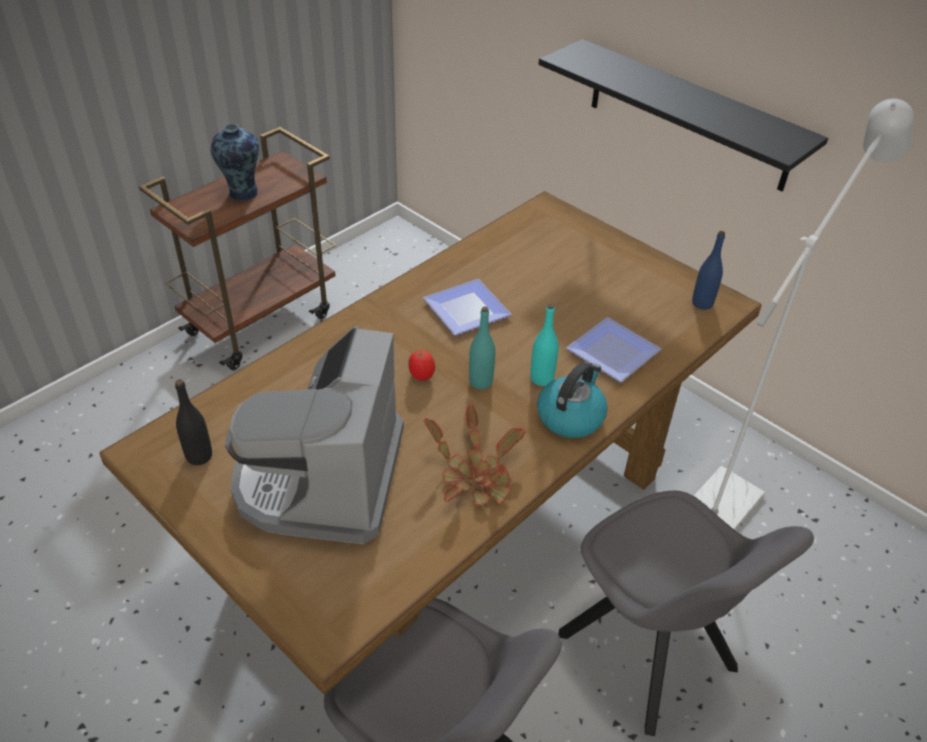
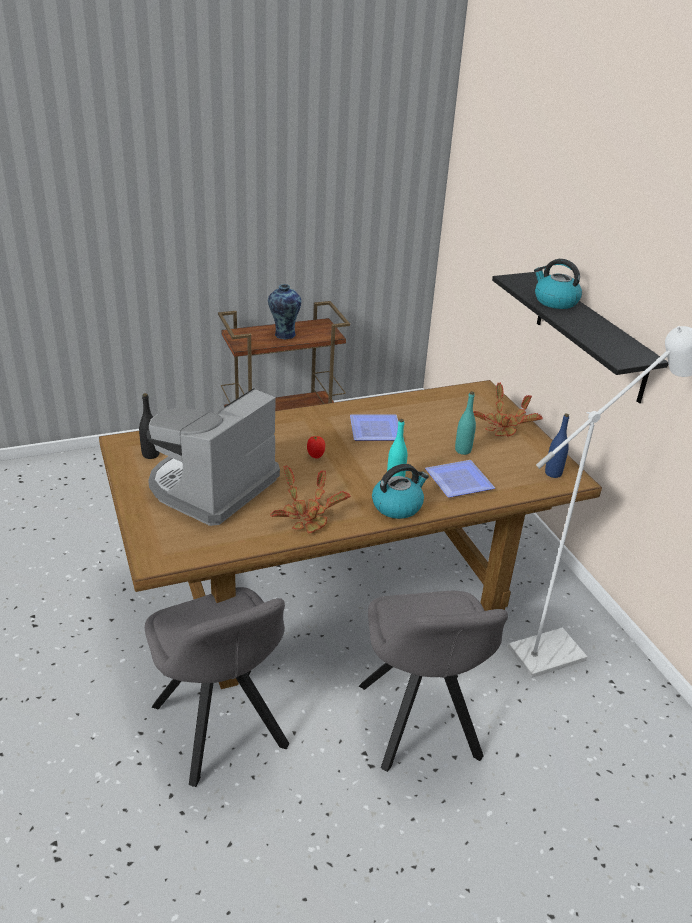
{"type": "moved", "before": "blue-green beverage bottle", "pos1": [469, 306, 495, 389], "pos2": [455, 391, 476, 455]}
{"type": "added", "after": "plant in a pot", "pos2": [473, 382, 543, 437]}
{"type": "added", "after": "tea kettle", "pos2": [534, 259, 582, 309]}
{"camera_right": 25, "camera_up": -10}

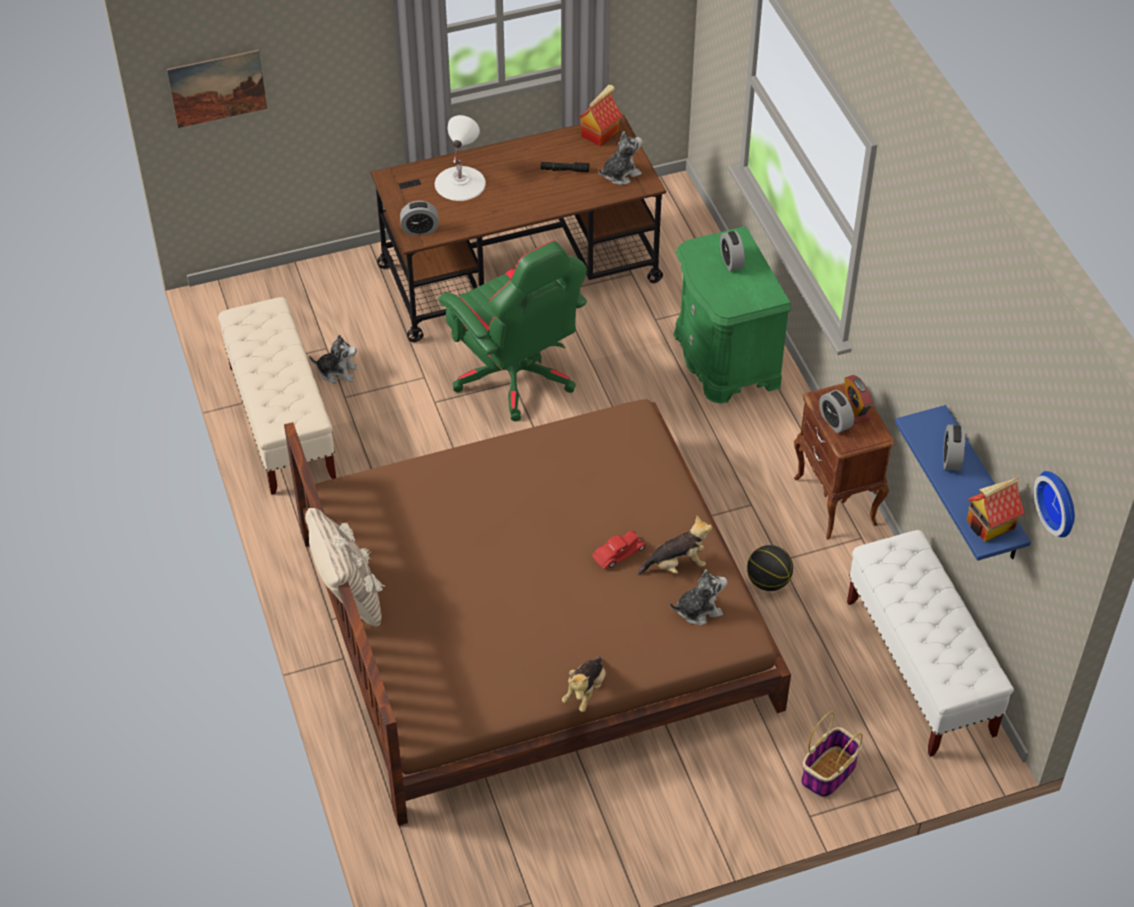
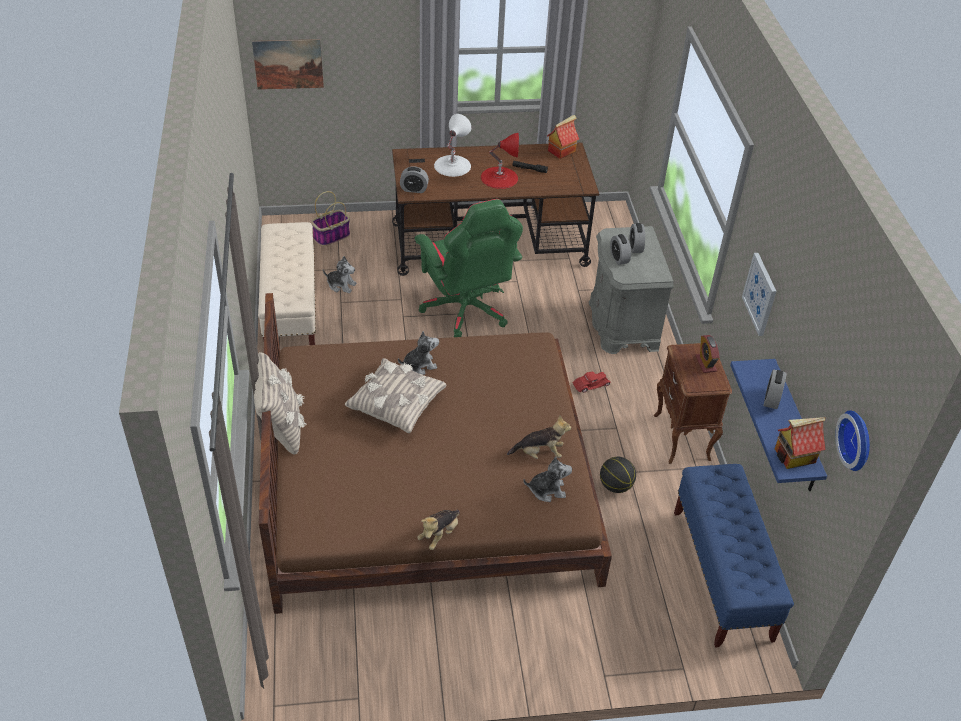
{"type": "moved", "before": "red-coloured miniature car", "pos1": [592, 531, 646, 569], "pos2": [573, 372, 611, 393]}
{"type": "moved", "before": "cuddly toy", "pos1": [598, 131, 642, 185], "pos2": [398, 331, 439, 375]}
{"type": "recoloured", "before": "green bedside table", "after": "greyish bedside table", "pos1": [674, 226, 791, 404], "pos2": [589, 226, 674, 354]}
{"type": "moved", "before": "household basket", "pos1": [801, 711, 863, 798], "pos2": [311, 191, 350, 246]}
{"type": "moved", "before": "table clock", "pos1": [819, 390, 854, 433], "pos2": [610, 234, 631, 265]}
{"type": "recoloured", "before": "white bench", "after": "bluish bench", "pos1": [847, 530, 1014, 757], "pos2": [674, 464, 794, 648]}
{"type": "added", "after": "beige-coloured cushion", "pos2": [345, 358, 447, 433]}
{"type": "added", "after": "red-coloured tabletop lamp", "pos2": [481, 133, 519, 189]}
{"type": "added", "after": "wall picture", "pos2": [742, 253, 777, 336]}
{"camera_right": 10, "camera_up": -5}

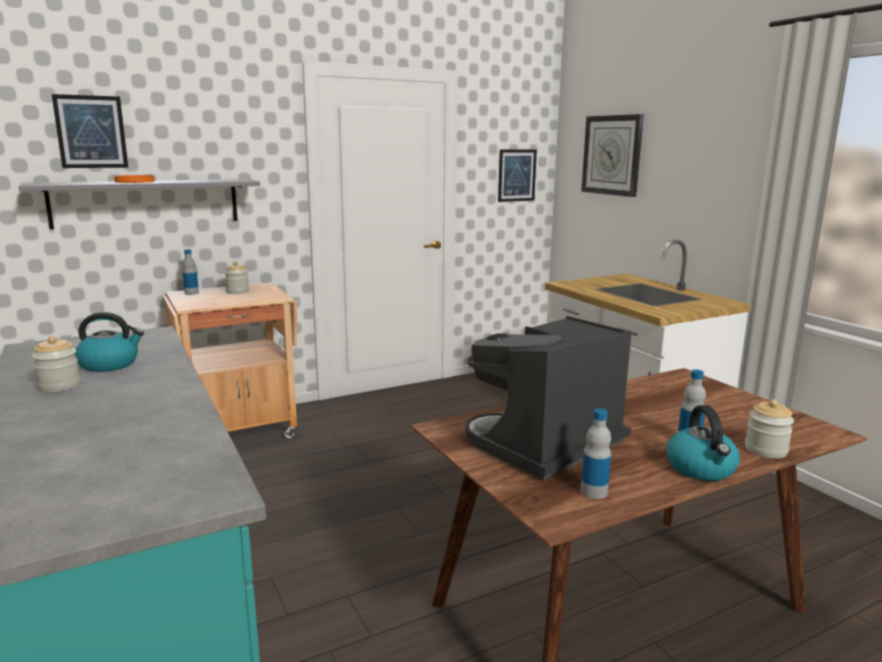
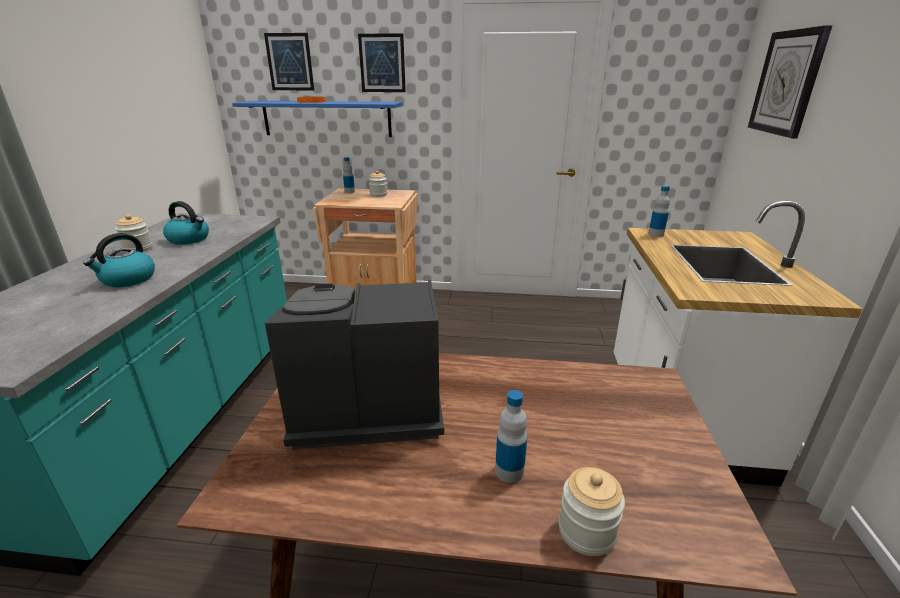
{"type": "recoloured", "before": "greyish wall shelf", "after": "bluish wall shelf", "pos1": [18, 179, 260, 229], "pos2": [232, 101, 402, 137]}
{"type": "moved", "before": "wall picture", "pos1": [498, 149, 537, 202], "pos2": [358, 33, 406, 92]}
{"type": "moved", "before": "beverage bottle", "pos1": [581, 408, 611, 499], "pos2": [648, 185, 670, 237]}
{"type": "moved", "before": "tea kettle", "pos1": [666, 405, 740, 481], "pos2": [83, 233, 155, 287]}
{"camera_right": 35, "camera_up": 10}

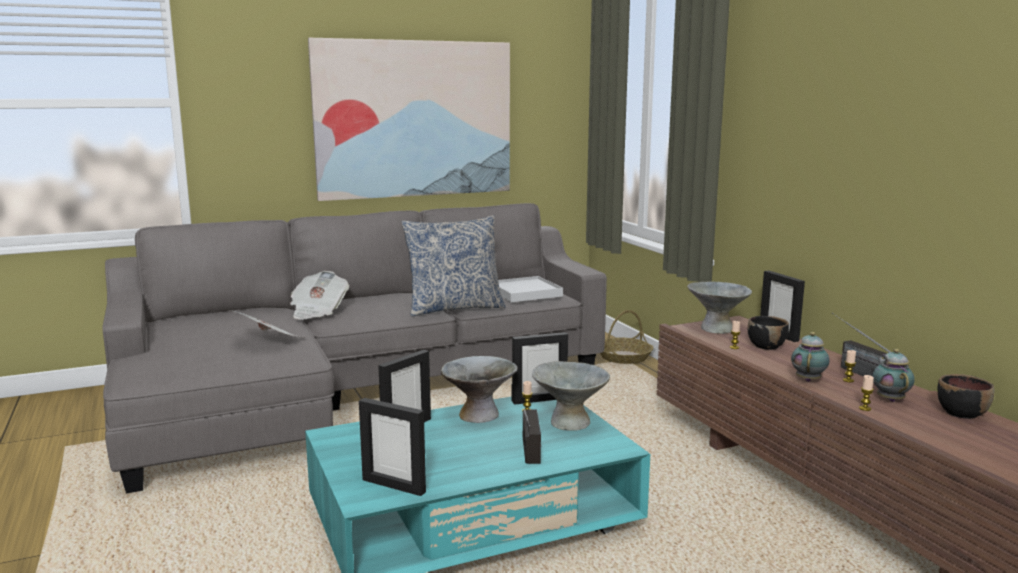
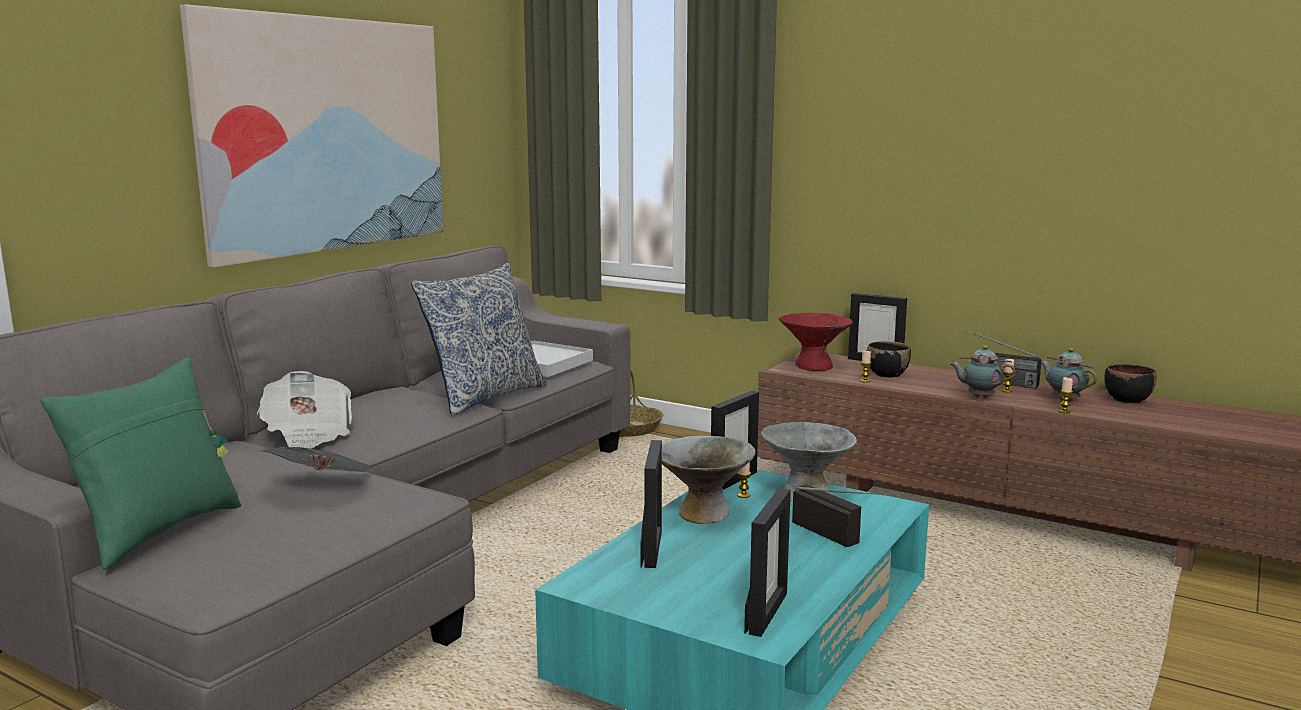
{"type": "turned", "before": "photo frame", "pos1": [359, 398, 426, 496], "pos2": [744, 488, 791, 637], "turn": -60}
{"type": "recoloured", "before": "greyish serving bowl", "after": "red-coloured serving bowl", "pos1": [687, 281, 752, 334], "pos2": [779, 313, 853, 371]}
{"type": "turned", "before": "pot for tea", "pos1": [791, 332, 830, 382], "pos2": [949, 345, 1016, 398], "turn": -60}
{"type": "added", "after": "green cushion", "pos2": [40, 357, 241, 570]}
{"camera_right": -35, "camera_up": 0}

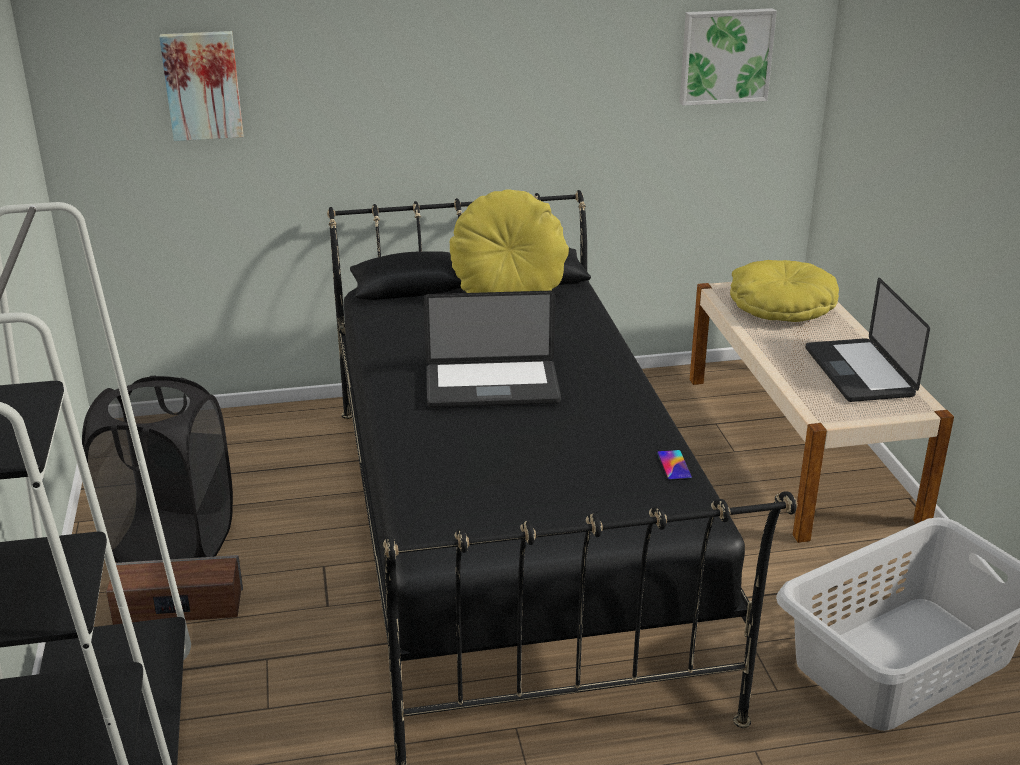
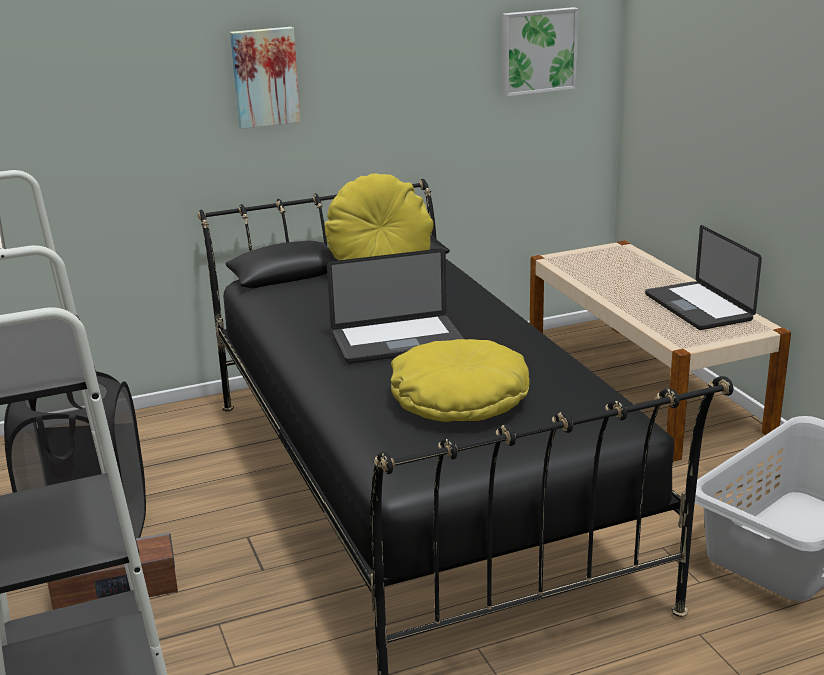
{"type": "moved", "before": "wall picture", "pos1": [159, 31, 243, 141], "pos2": [230, 27, 300, 129]}
{"type": "removed", "before": "handset", "pos1": [657, 450, 692, 480]}
{"type": "moved", "before": "yellow-coloured cushion", "pos1": [730, 260, 839, 322], "pos2": [391, 339, 530, 422]}
{"camera_right": -10, "camera_up": -5}

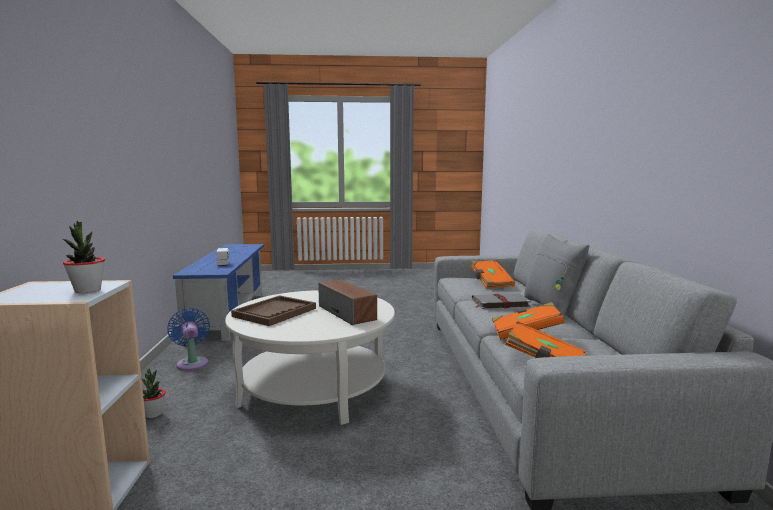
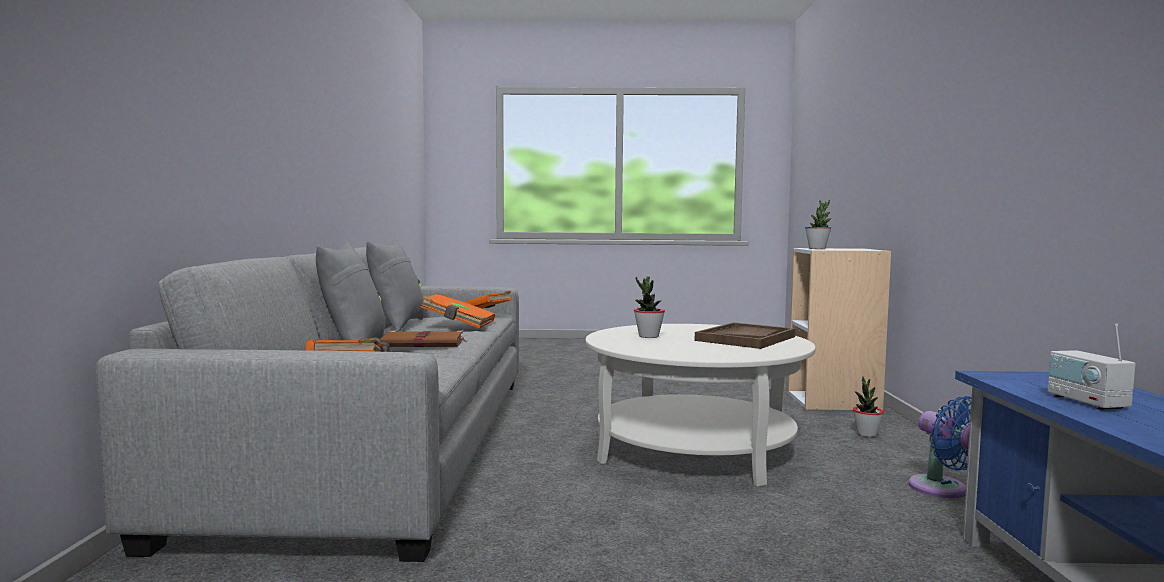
{"type": "replaced", "before": "audio speaker", "after": "plant in a pot", "pos1": [318, 280, 377, 325], "pos2": [634, 277, 665, 338]}
{"type": "recoloured", "before": "greyish volume", "after": "brown volume", "pos1": [472, 293, 531, 309], "pos2": [379, 331, 468, 347]}
{"type": "added", "after": "greyish cushion", "pos2": [366, 239, 424, 331]}
{"camera_right": -175, "camera_up": -5}

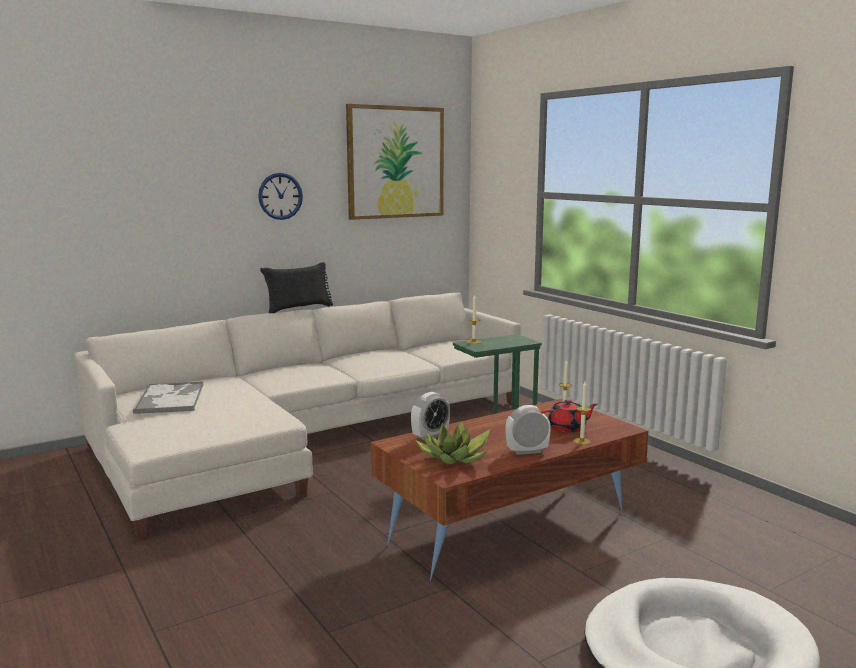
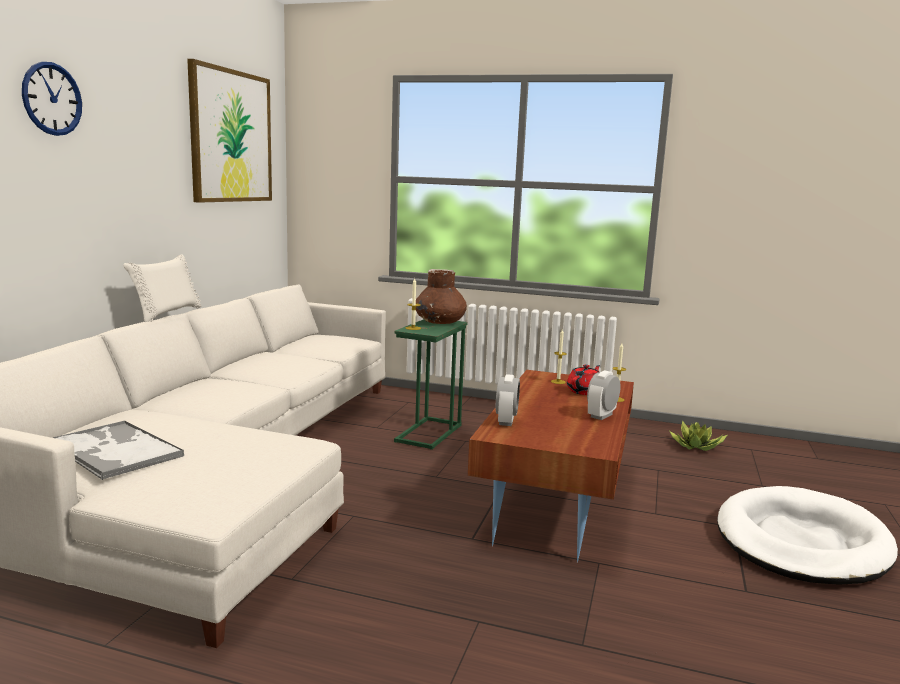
{"type": "moved", "before": "clock on the wall", "pos1": [258, 173, 303, 220], "pos2": [22, 62, 82, 136]}
{"type": "recoloured", "before": "black cushion", "after": "white cushion", "pos1": [260, 262, 333, 313], "pos2": [123, 255, 201, 322]}
{"type": "moved", "before": "plant in a pot", "pos1": [416, 422, 490, 464], "pos2": [670, 420, 727, 451]}
{"type": "added", "after": "brown vase", "pos2": [416, 269, 467, 324]}
{"camera_right": -40, "camera_up": 0}

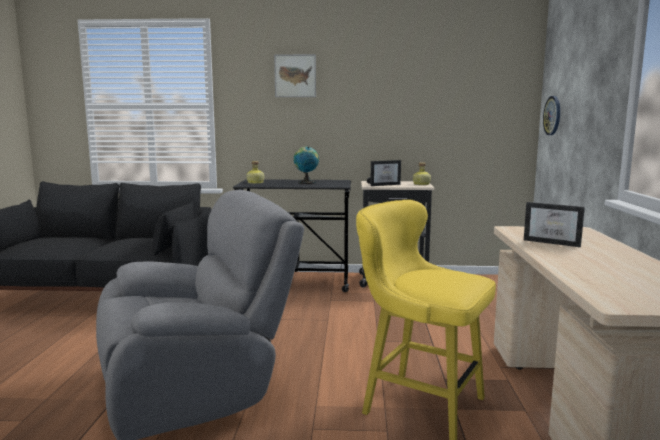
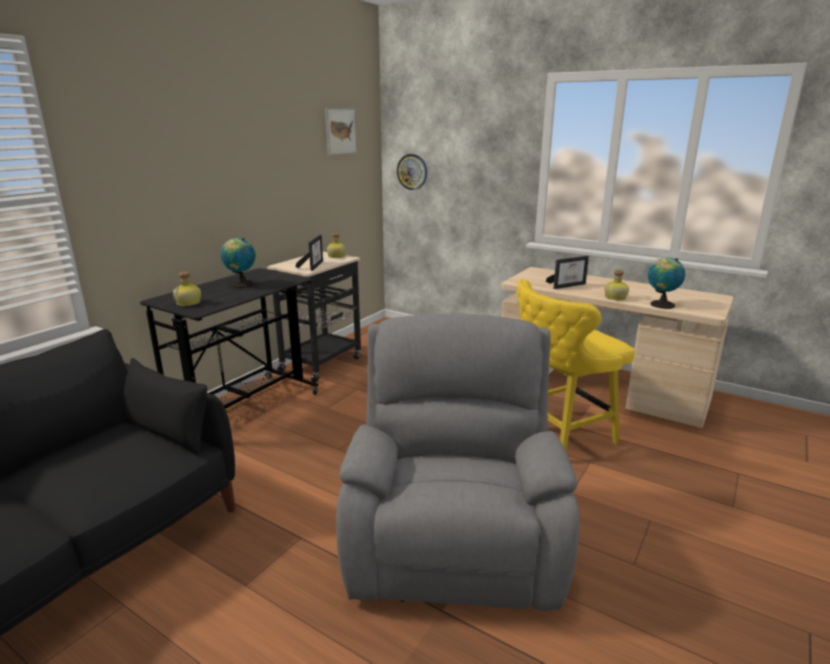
{"type": "moved", "before": "wall picture", "pos1": [274, 54, 316, 97], "pos2": [325, 107, 357, 156]}
{"type": "added", "after": "beverage bottle", "pos2": [605, 270, 629, 300]}
{"type": "added", "after": "desk globe", "pos2": [648, 257, 685, 309]}
{"camera_right": -60, "camera_up": 10}

